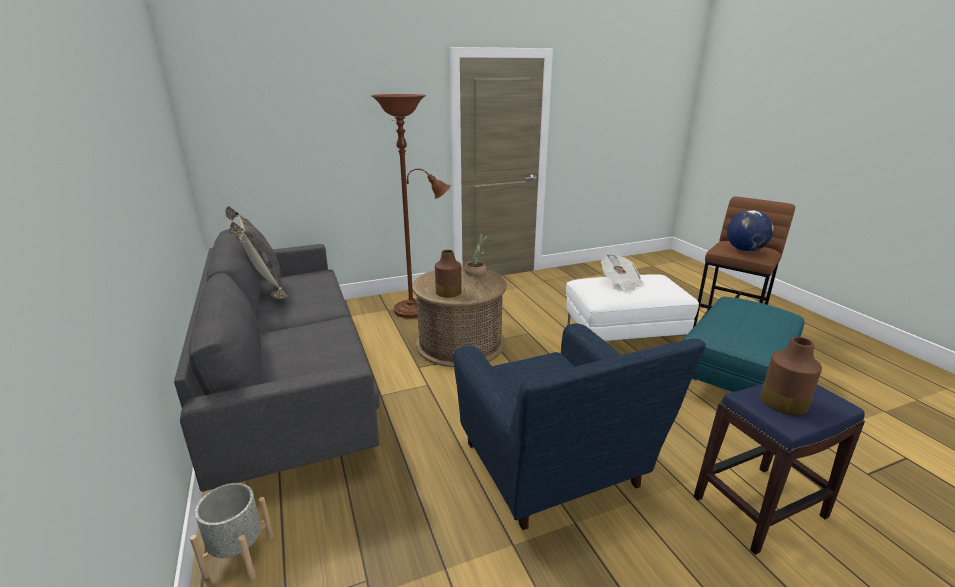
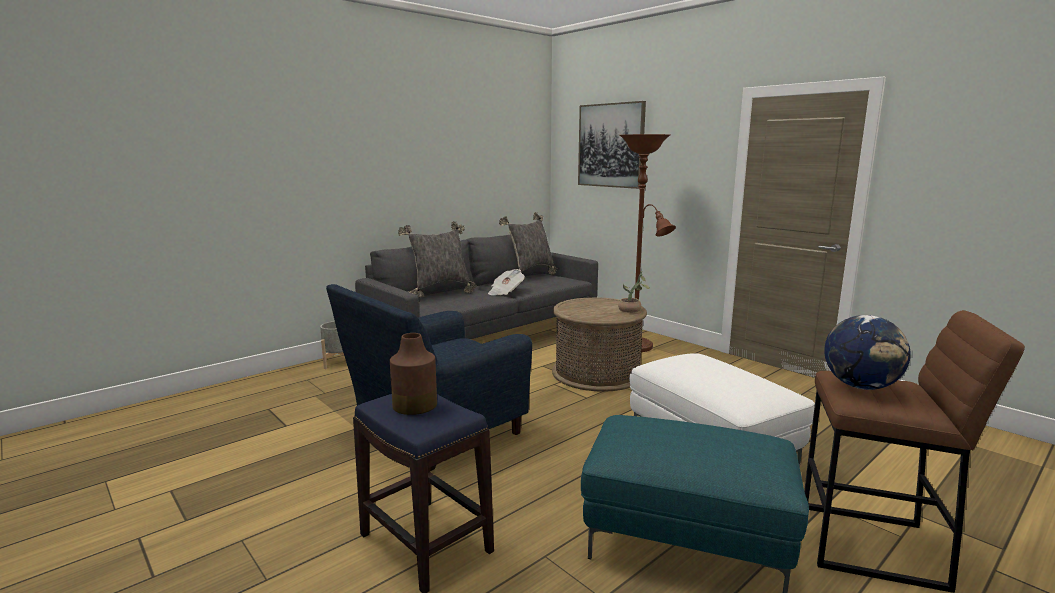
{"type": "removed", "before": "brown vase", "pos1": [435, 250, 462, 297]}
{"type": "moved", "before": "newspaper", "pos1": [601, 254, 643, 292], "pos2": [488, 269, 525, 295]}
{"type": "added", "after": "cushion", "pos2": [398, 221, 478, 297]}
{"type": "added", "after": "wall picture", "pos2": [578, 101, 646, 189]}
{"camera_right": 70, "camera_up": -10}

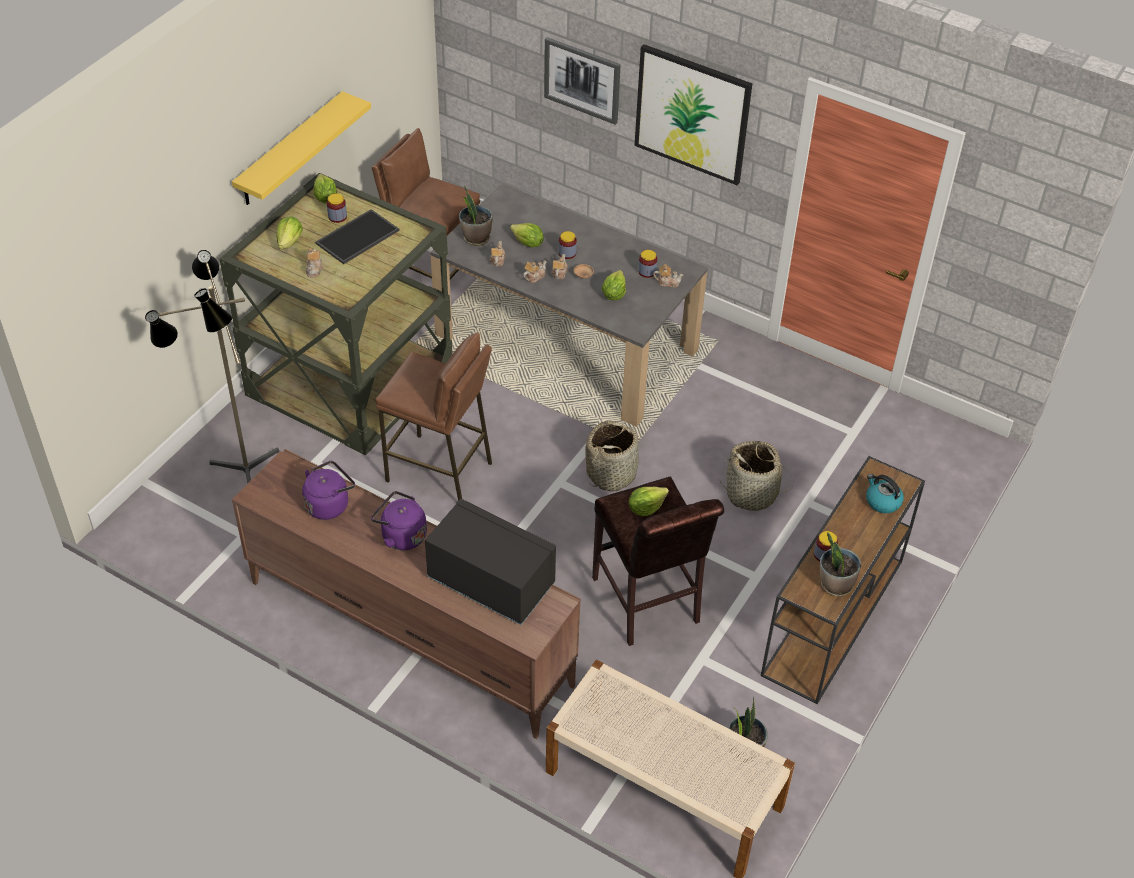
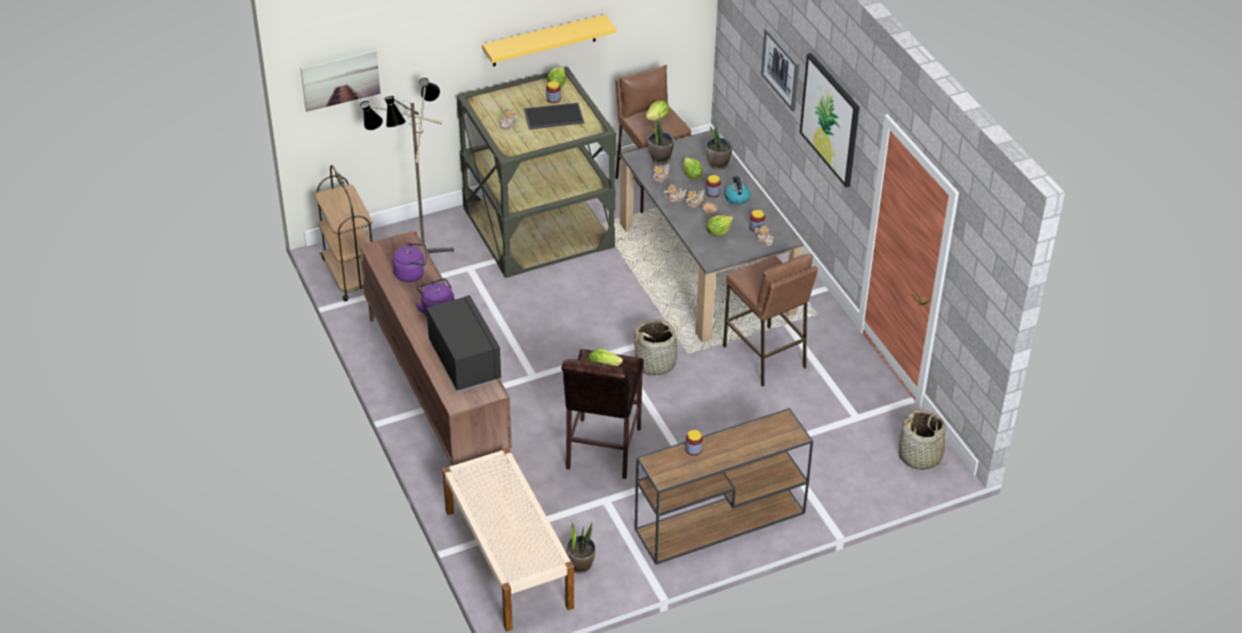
{"type": "moved", "before": "lettuce", "pos1": [277, 216, 303, 249], "pos2": [645, 100, 669, 121]}
{"type": "moved", "before": "brown stool", "pos1": [376, 333, 492, 500], "pos2": [723, 254, 818, 387]}
{"type": "moved", "before": "household basket", "pos1": [720, 441, 794, 511], "pos2": [899, 410, 948, 470]}
{"type": "moved", "before": "plant in a pot", "pos1": [820, 532, 861, 597], "pos2": [706, 120, 733, 170]}
{"type": "moved", "before": "tea kettle", "pos1": [866, 474, 904, 513], "pos2": [724, 176, 751, 205]}
{"type": "added", "after": "wall picture", "pos2": [301, 50, 381, 112]}
{"type": "added", "after": "brown trolley", "pos2": [314, 165, 373, 302]}
{"camera_right": 35, "camera_up": -5}

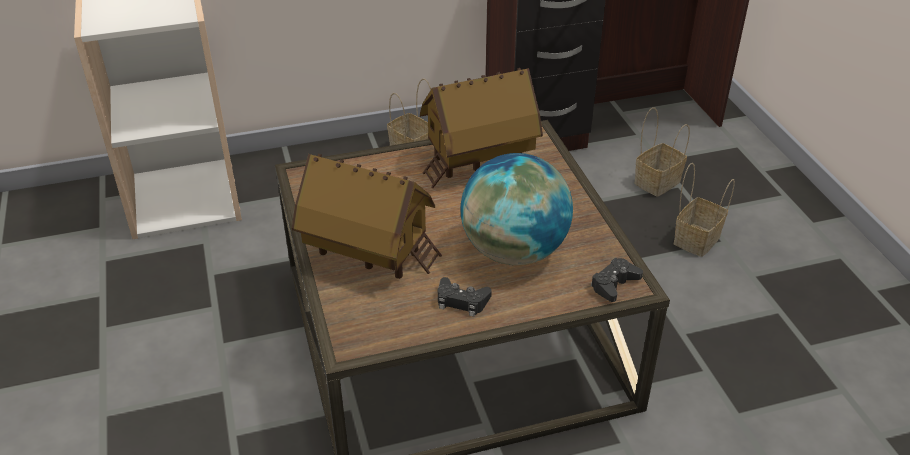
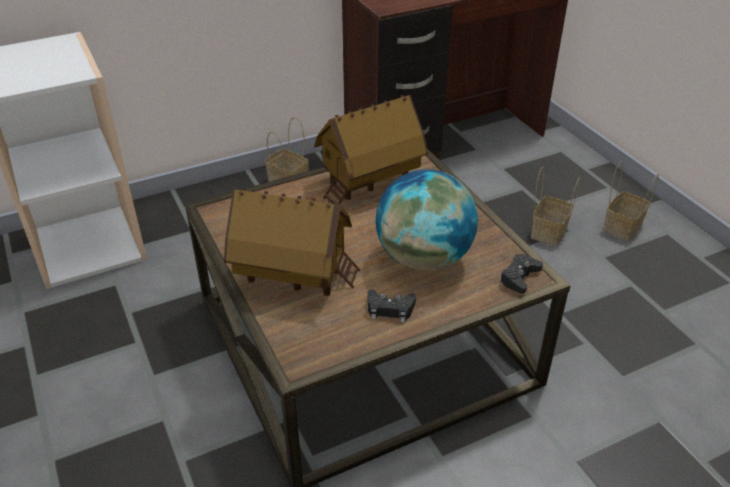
{"type": "moved", "before": "household basket", "pos1": [634, 107, 690, 197], "pos2": [603, 161, 659, 241]}
{"camera_right": -10, "camera_up": 0}

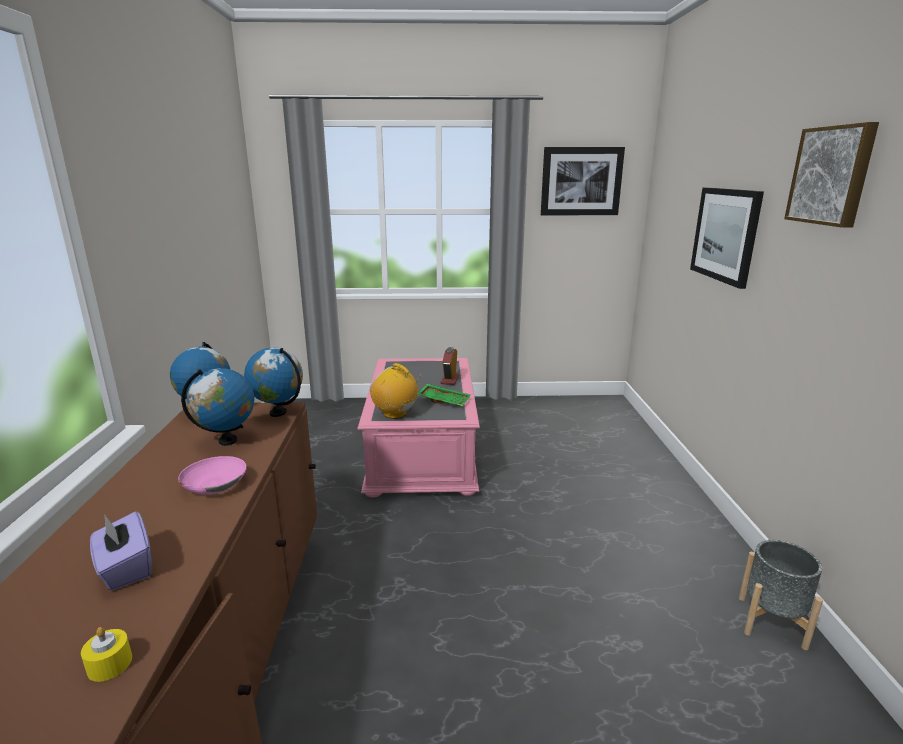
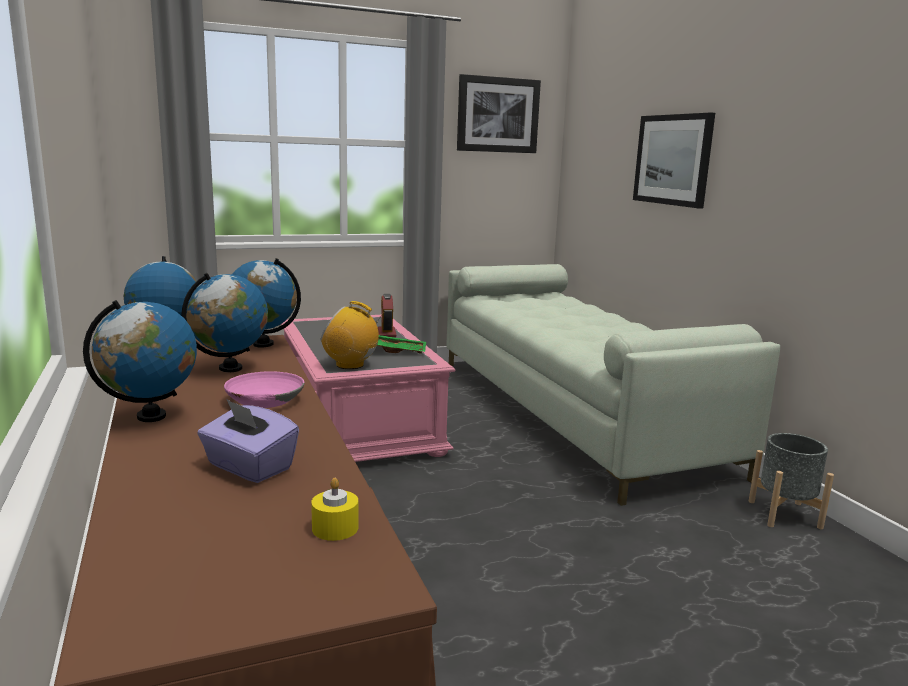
{"type": "removed", "before": "wall picture", "pos1": [784, 122, 879, 228]}
{"type": "added", "after": "desk globe", "pos2": [83, 300, 197, 422]}
{"type": "added", "after": "white sofa", "pos2": [446, 264, 780, 506]}
{"camera_right": -20, "camera_up": -5}

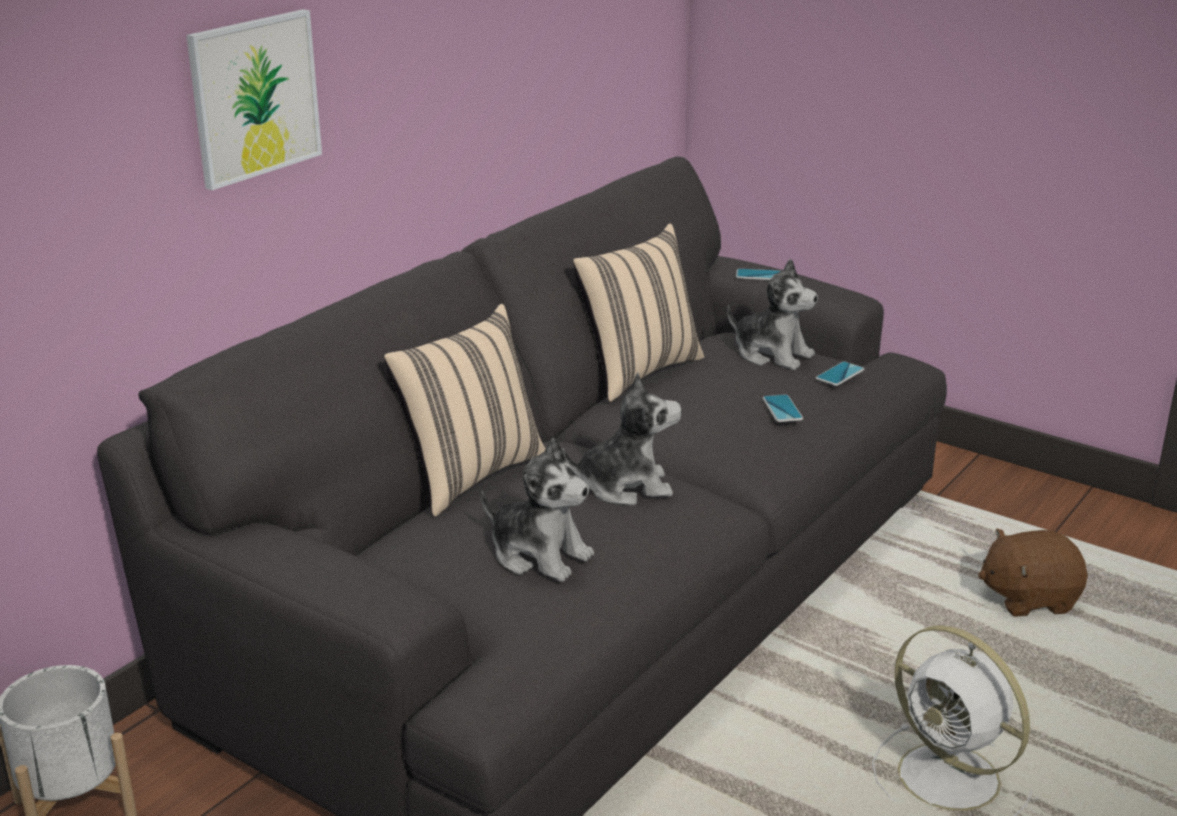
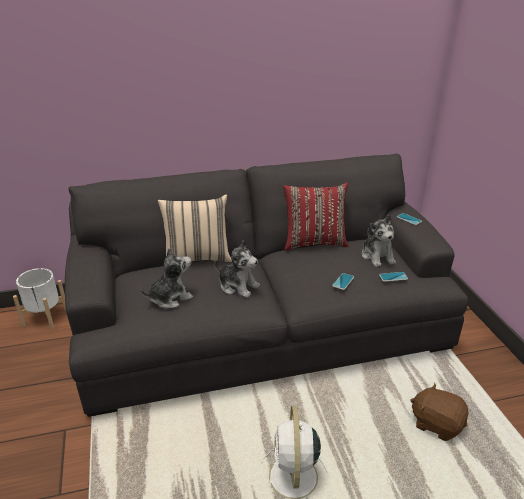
{"type": "removed", "before": "wall picture", "pos1": [186, 9, 322, 190]}
{"type": "turned", "before": "cuddly toy", "pos1": [481, 437, 594, 582], "pos2": [140, 248, 193, 309], "turn": -105}
{"type": "recoloured", "before": "beige-coloured cushion", "after": "red-coloured cushion", "pos1": [572, 224, 704, 402], "pos2": [283, 182, 349, 251]}
{"camera_right": 40, "camera_up": 5}

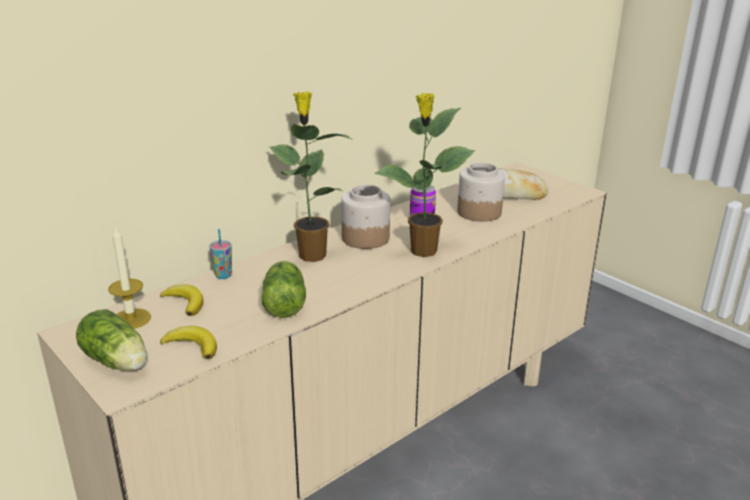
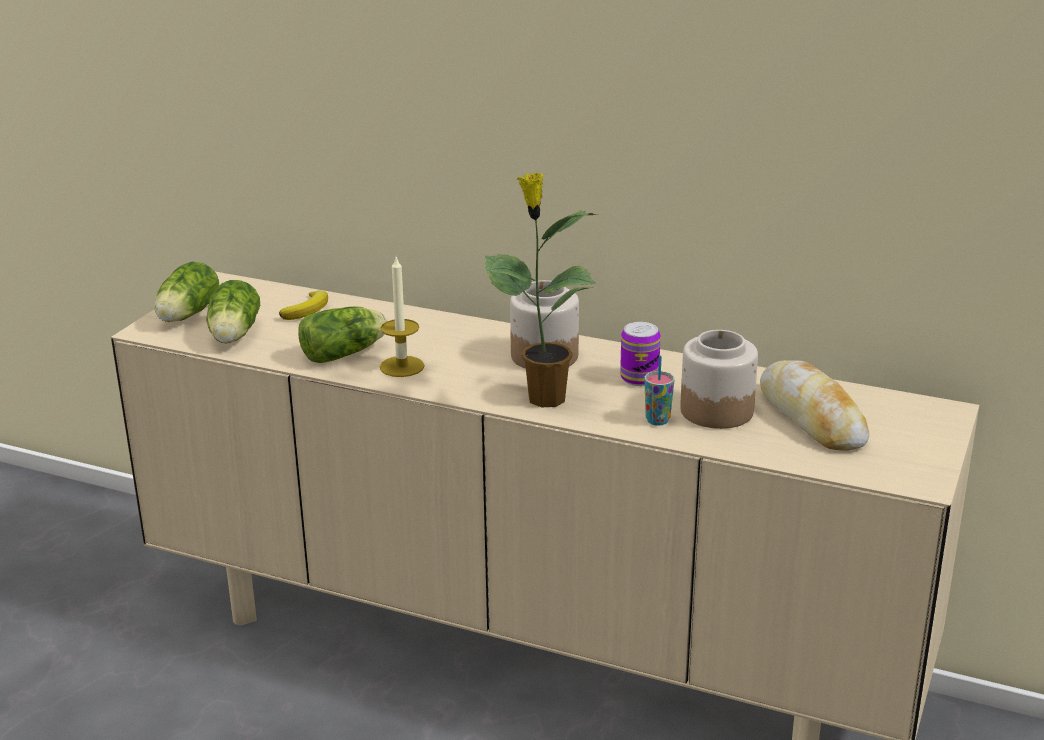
{"type": "moved", "before": "candle", "pos1": [108, 226, 151, 329], "pos2": [380, 257, 425, 377]}
{"type": "replaced", "before": "banana fruit", "after": "lettuce", "pos1": [160, 326, 217, 359], "pos2": [206, 280, 260, 344]}
{"type": "moved", "before": "drinking cup", "pos1": [210, 229, 232, 279], "pos2": [644, 356, 675, 426]}
{"type": "removed", "before": "plant in a pot", "pos1": [269, 91, 353, 262]}
{"camera_right": 65, "camera_up": 0}

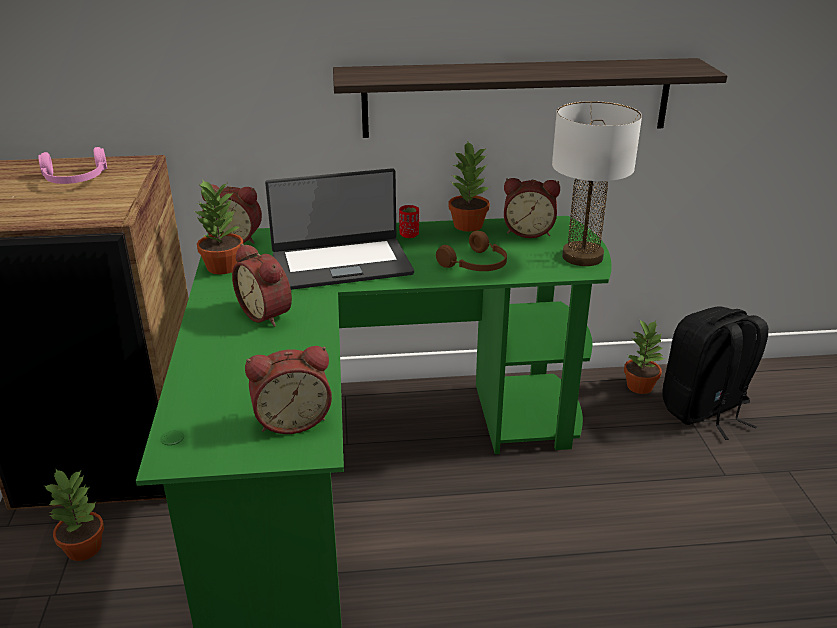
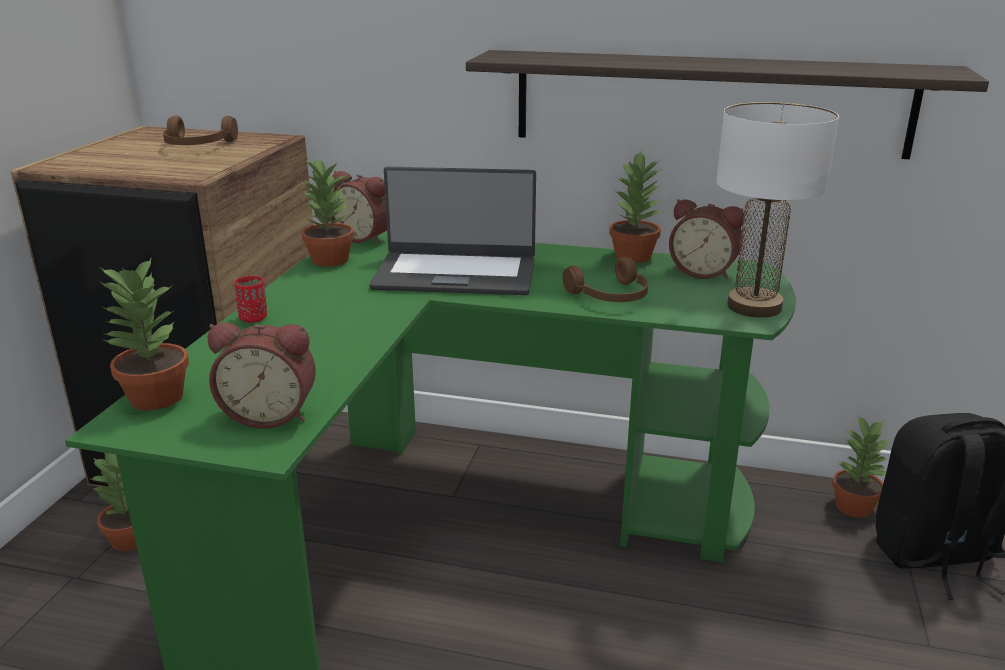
{"type": "recoloured", "before": "pink headphones", "after": "brown headphones", "pos1": [38, 147, 107, 184], "pos2": [163, 116, 238, 145]}
{"type": "removed", "before": "table clock", "pos1": [232, 244, 292, 327]}
{"type": "moved", "before": "red-coloured drinking cup", "pos1": [399, 205, 419, 238], "pos2": [234, 276, 267, 323]}
{"type": "added", "after": "plant in a pot", "pos2": [100, 257, 189, 410]}
{"camera_right": 20, "camera_up": -5}

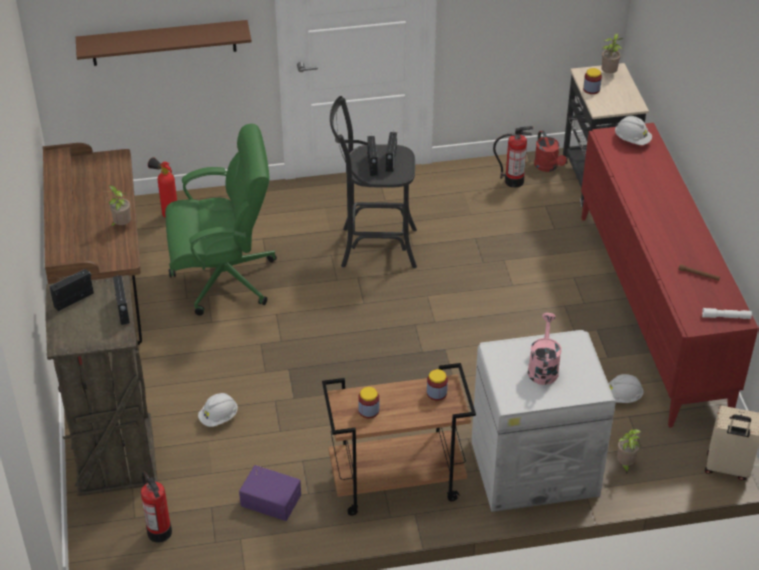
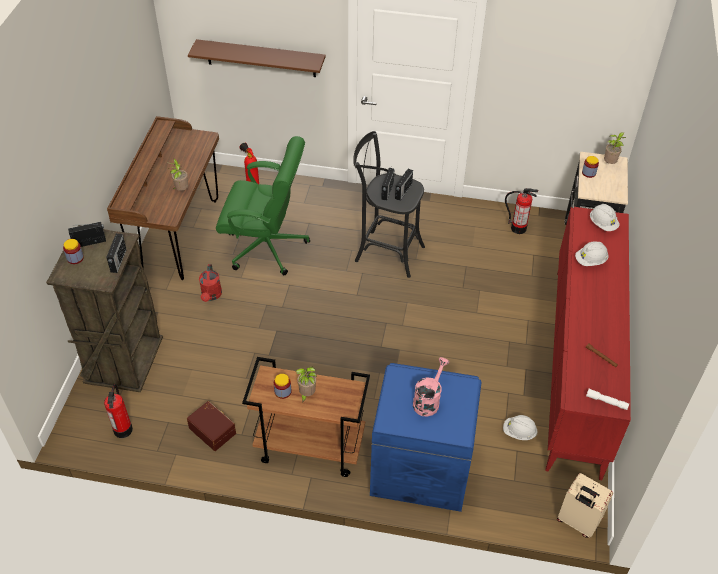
{"type": "moved", "before": "white hard hat", "pos1": [198, 393, 238, 427], "pos2": [575, 242, 609, 266]}
{"type": "recoloured", "before": "purplish storage box", "after": "brown storage box", "pos1": [239, 465, 301, 521], "pos2": [187, 401, 236, 451]}
{"type": "moved", "before": "storage jar", "pos1": [427, 369, 448, 401], "pos2": [63, 239, 84, 264]}
{"type": "recoloured", "before": "white washing machine", "after": "bluish washing machine", "pos1": [471, 330, 616, 512], "pos2": [370, 363, 482, 512]}
{"type": "moved", "before": "red-coloured watering can", "pos1": [534, 130, 567, 172], "pos2": [199, 264, 222, 302]}
{"type": "moved", "before": "plant in a pot", "pos1": [617, 429, 641, 474], "pos2": [296, 366, 317, 402]}
{"camera_right": 20, "camera_up": 5}

